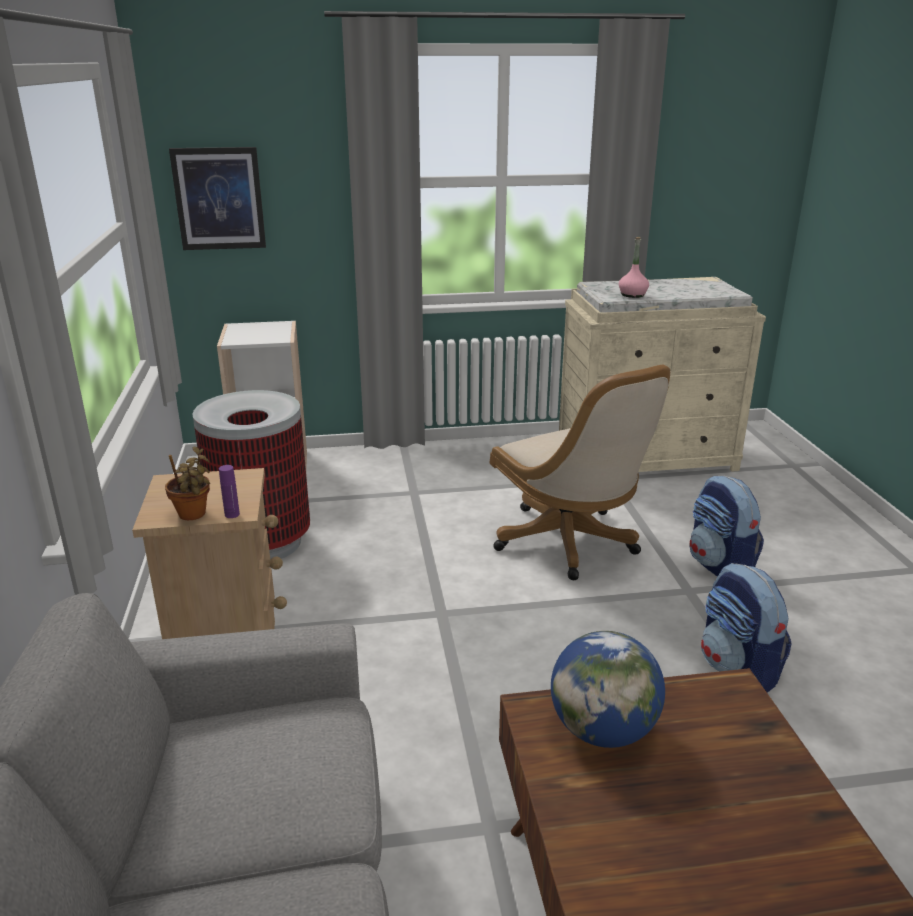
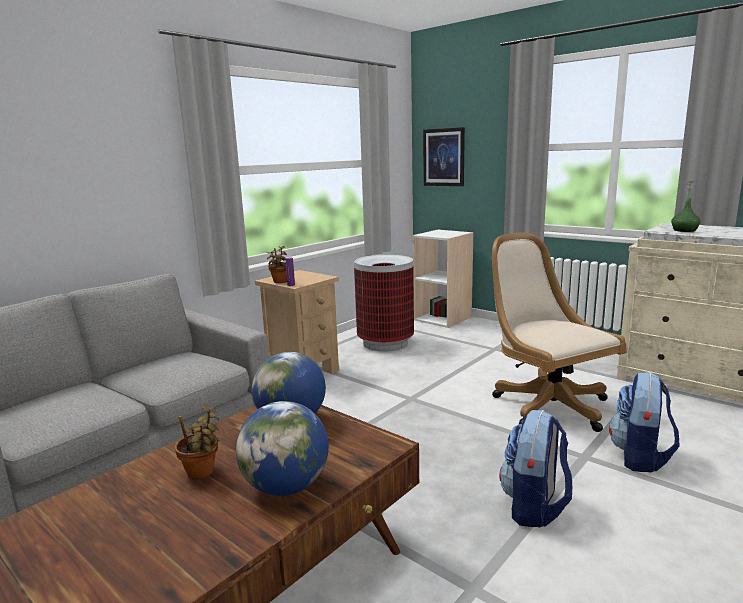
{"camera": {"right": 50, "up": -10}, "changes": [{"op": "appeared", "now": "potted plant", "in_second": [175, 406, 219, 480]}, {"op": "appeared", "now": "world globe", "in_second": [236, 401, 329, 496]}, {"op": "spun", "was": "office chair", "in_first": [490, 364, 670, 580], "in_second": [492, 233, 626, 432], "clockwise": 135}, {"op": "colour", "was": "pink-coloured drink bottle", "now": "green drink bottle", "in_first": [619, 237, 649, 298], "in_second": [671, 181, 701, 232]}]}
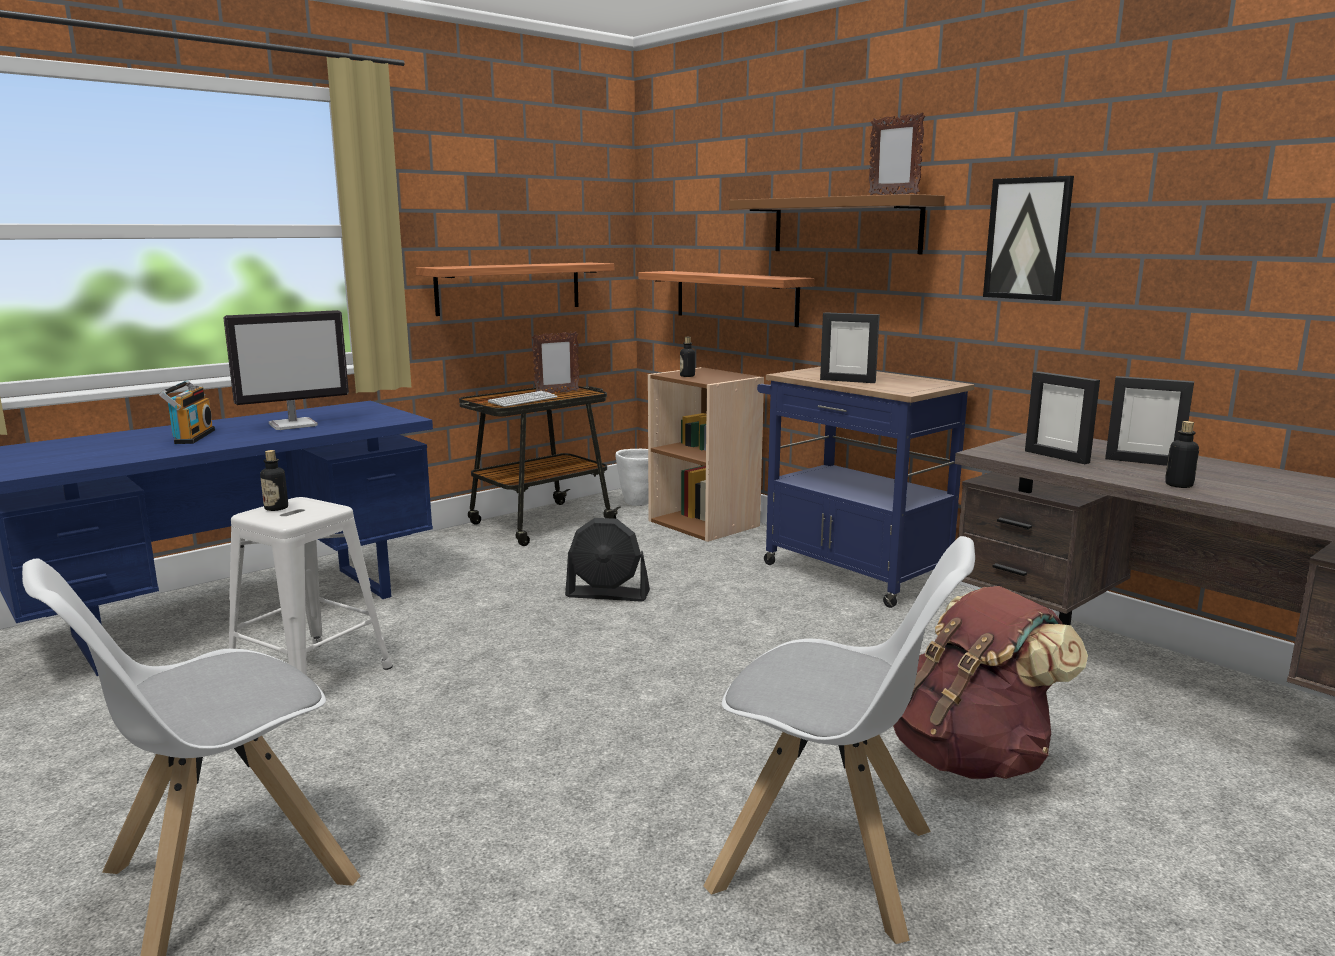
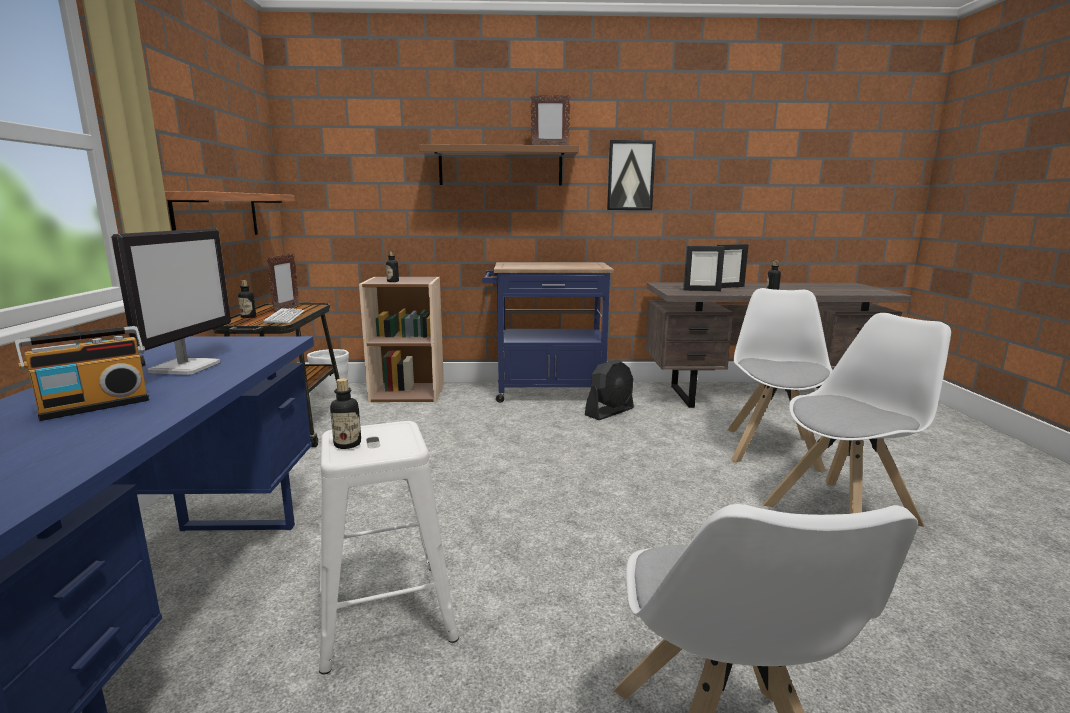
{"camera": {"right": -50, "up": 0}, "changes": [{"op": "spun", "was": "radio", "in_first": [159, 380, 215, 444], "in_second": [15, 326, 149, 421], "clockwise": 105}, {"op": "appeared", "now": "drink bottle", "in_second": [238, 280, 256, 318]}, {"op": "relocated", "was": "black cooling fan", "in_first": [565, 518, 650, 602], "in_second": [585, 359, 634, 420]}, {"op": "exchanged", "was": "brown-coloured backpack", "now": "plain chair", "in_first": [893, 586, 1088, 779], "in_second": [728, 288, 833, 473]}, {"op": "missing", "was": "wall shelf", "in_first": [638, 271, 815, 327]}, {"op": "missing", "was": "photo frame", "in_first": [820, 312, 880, 383]}]}
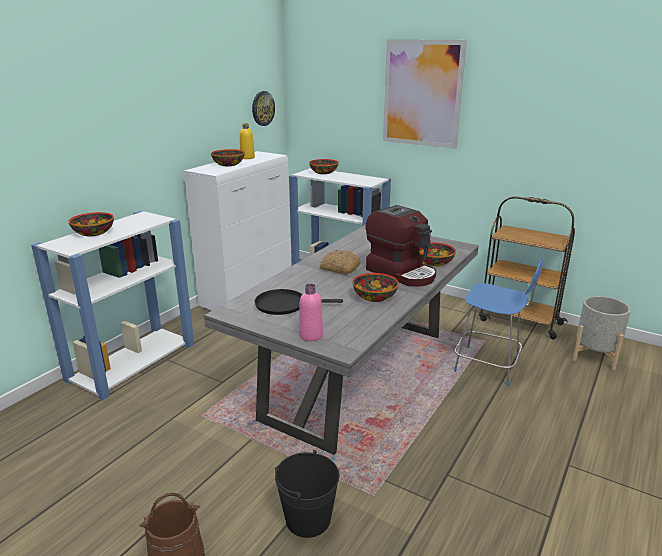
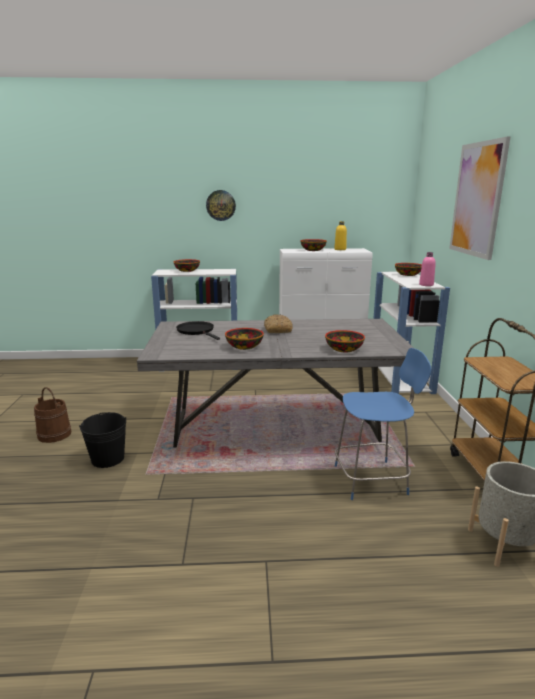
{"camera": {"right": 55, "up": -5}, "changes": [{"op": "relocated", "was": "wall clock", "in_first": [252, 91, 275, 126], "in_second": [206, 190, 236, 221]}, {"op": "spun", "was": "bluish plain chair", "in_first": [454, 254, 544, 386], "in_second": [335, 348, 431, 500], "clockwise": -90}, {"op": "relocated", "was": "pink-coloured drink bottle", "in_first": [299, 284, 323, 341], "in_second": [419, 252, 436, 286]}, {"op": "missing", "was": "coffee machine", "in_first": [366, 205, 436, 287]}]}
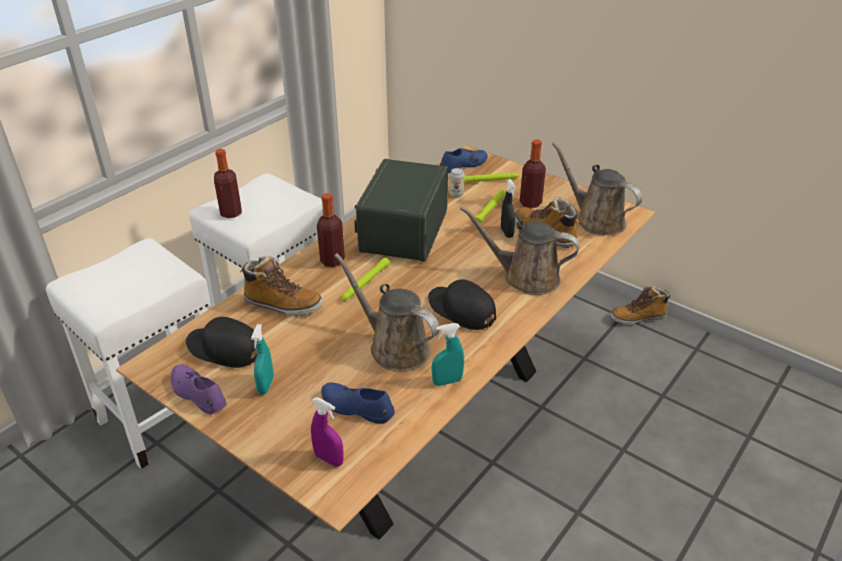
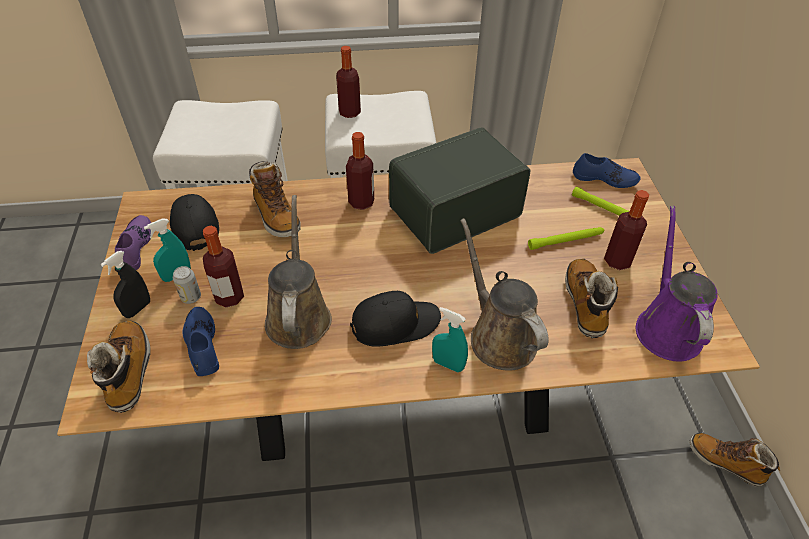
{"camera": {"right": 45, "up": 10}, "changes": [{"op": "exchanged", "was": "purple hand sprayer", "now": "high-top boot", "in_first": [311, 397, 343, 467], "in_second": [87, 321, 151, 413]}, {"op": "relocated", "was": "black hand sprayer", "in_first": [501, 179, 516, 238], "in_second": [101, 251, 150, 318]}, {"op": "relocated", "was": "metal can", "in_first": [449, 168, 465, 198], "in_second": [173, 266, 201, 304]}, {"op": "appeared", "now": "drink bottle", "in_second": [203, 225, 244, 307]}, {"op": "spun", "was": "black cap", "in_first": [428, 279, 496, 330], "in_second": [350, 291, 441, 347], "clockwise": 75}, {"op": "relocated", "was": "blue-green hand sprayer", "in_first": [432, 323, 464, 386], "in_second": [432, 307, 468, 372]}, {"op": "colour", "was": "brown-coloured watering can", "now": "purple watering can", "in_first": [552, 142, 642, 236], "in_second": [636, 206, 718, 362]}, {"op": "missing", "was": "green flashlight", "in_first": [341, 257, 390, 301]}]}
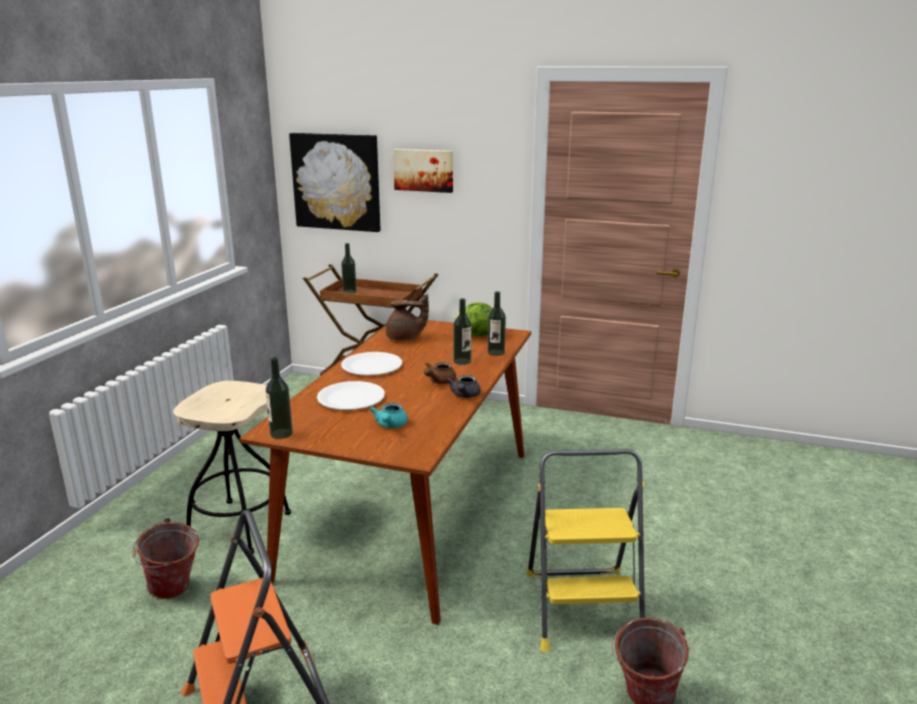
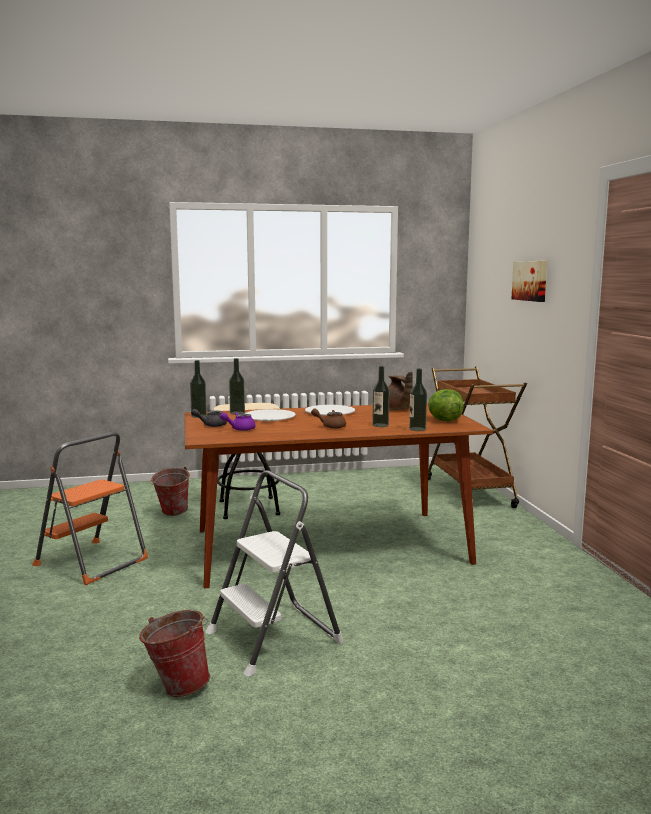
{"camera": {"right": 60, "up": -10}, "changes": [{"op": "relocated", "was": "greyish tea pot", "in_first": [446, 375, 481, 398], "in_second": [191, 409, 227, 427]}, {"op": "colour", "was": "yellow-coloured step stool", "now": "whitish step stool", "in_first": [527, 449, 645, 652], "in_second": [205, 470, 343, 677]}, {"op": "colour", "was": "blue-green tea pot", "now": "purple tea pot", "in_first": [370, 403, 408, 428], "in_second": [220, 412, 256, 431]}, {"op": "relocated", "was": "drink bottle", "in_first": [341, 243, 357, 293], "in_second": [229, 358, 245, 415]}, {"op": "missing", "was": "wall art", "in_first": [289, 133, 381, 232]}]}
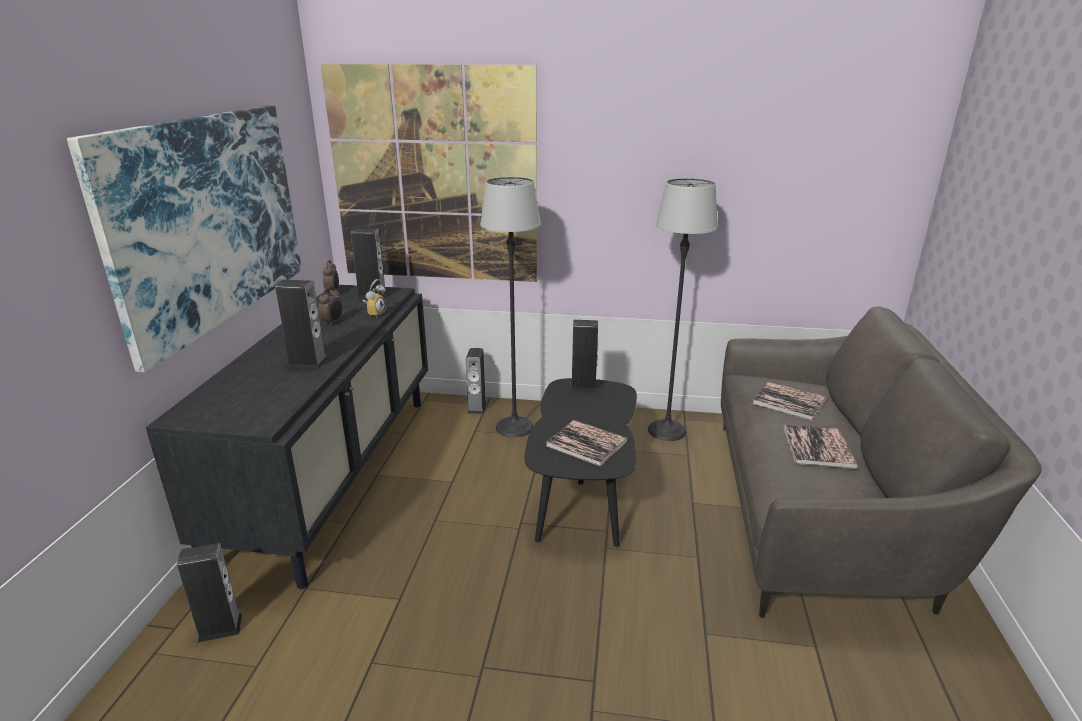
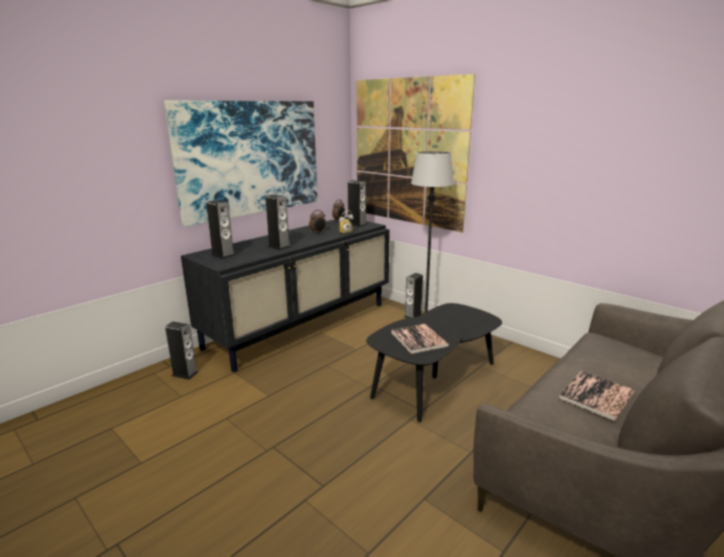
{"camera": {"right": 35, "up": -5}, "changes": [{"op": "relocated", "was": "speaker", "in_first": [570, 320, 598, 391], "in_second": [206, 200, 235, 259]}, {"op": "missing", "was": "standard lamp", "in_first": [648, 178, 718, 441]}, {"op": "missing", "was": "book", "in_first": [752, 382, 826, 421]}]}
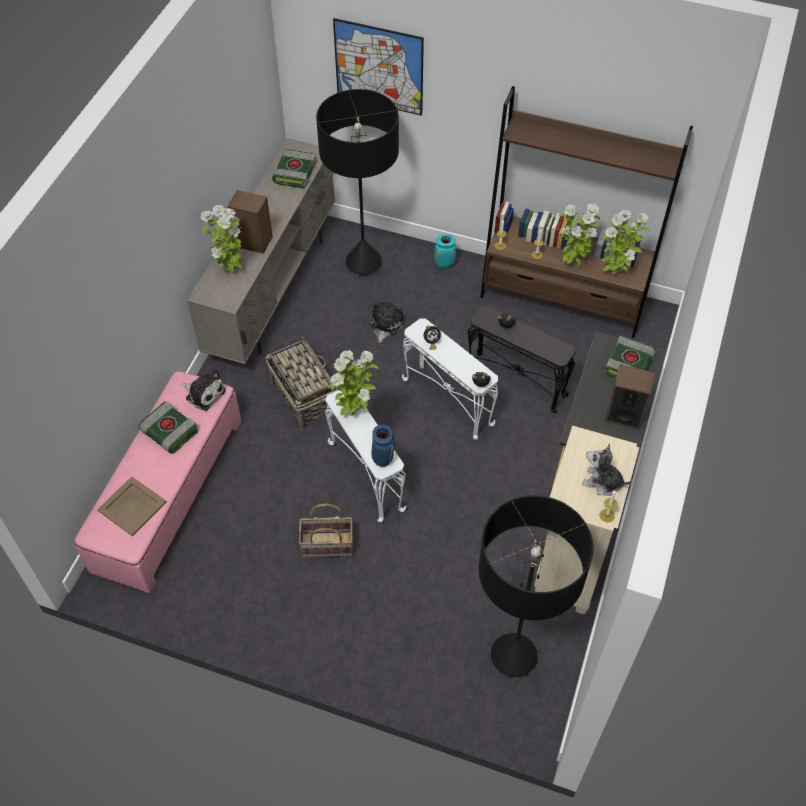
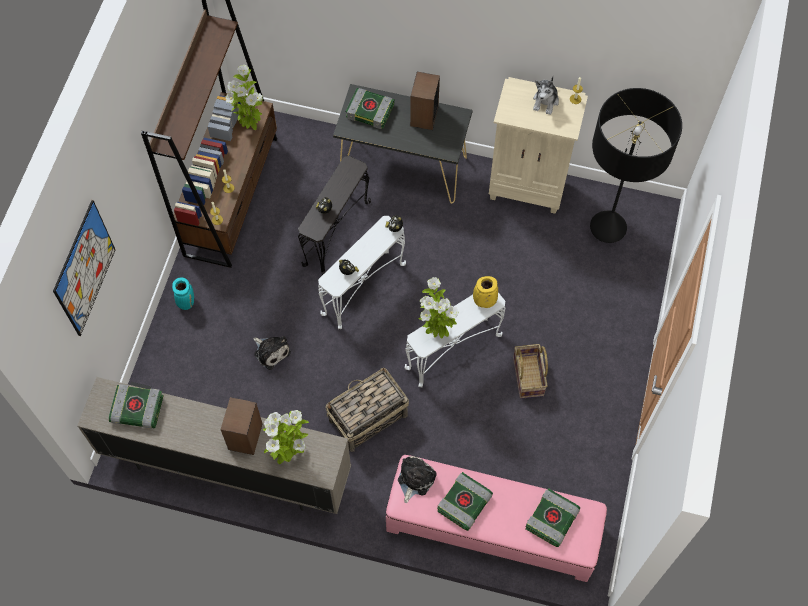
{"camera": {"right": -95, "up": 10}, "changes": [{"op": "spun", "was": "soft toy", "in_first": [370, 302, 404, 343], "in_second": [253, 336, 291, 370], "clockwise": -150}, {"op": "colour", "was": "bluish decorative vase", "now": "yellow-coloured decorative vase", "in_first": [371, 425, 395, 467], "in_second": [473, 276, 498, 308]}, {"op": "exchanged", "was": "beige-coloured serving tray", "now": "book", "in_first": [97, 476, 167, 536], "in_second": [526, 488, 580, 547]}, {"op": "missing", "was": "black standard lamp", "in_first": [316, 89, 399, 275]}, {"op": "missing", "was": "potted plant", "in_first": [558, 204, 600, 268]}]}
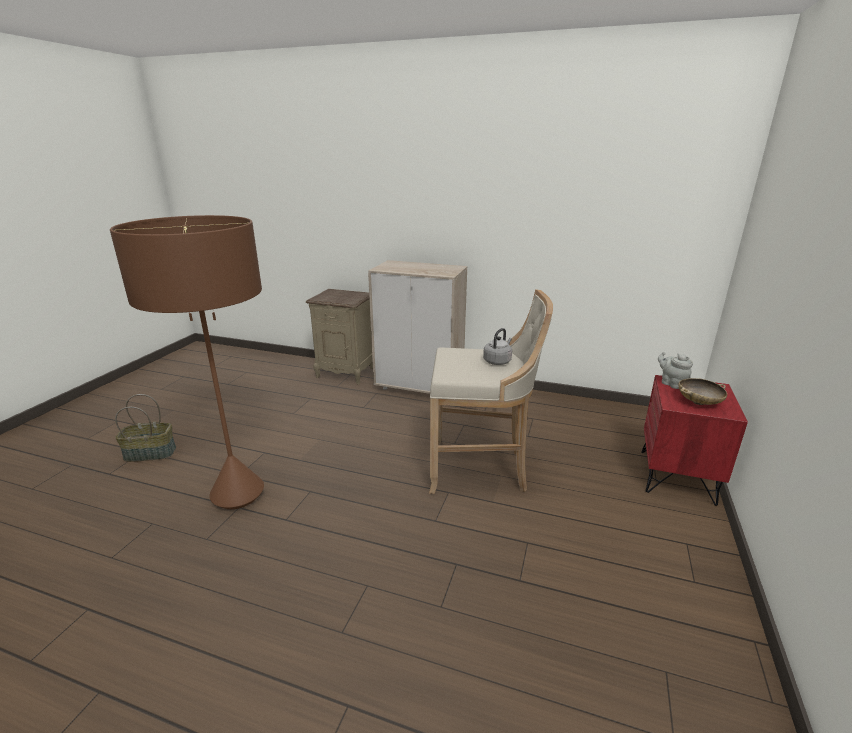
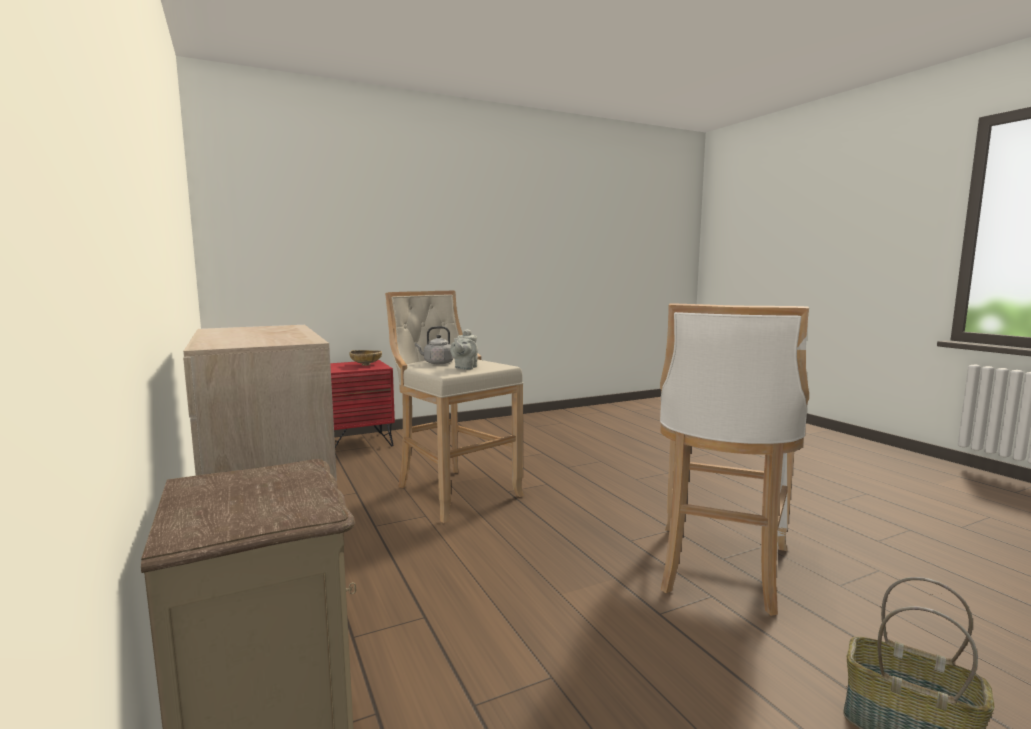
{"camera": {"right": -135, "up": -15}, "changes": [{"op": "relocated", "was": "greyish tea pot", "in_first": [658, 352, 693, 389], "in_second": [450, 329, 478, 370]}, {"op": "exchanged", "was": "brown-coloured standard lamp", "now": "whitish stool seat", "in_first": [110, 215, 264, 509], "in_second": [660, 304, 809, 616]}]}
